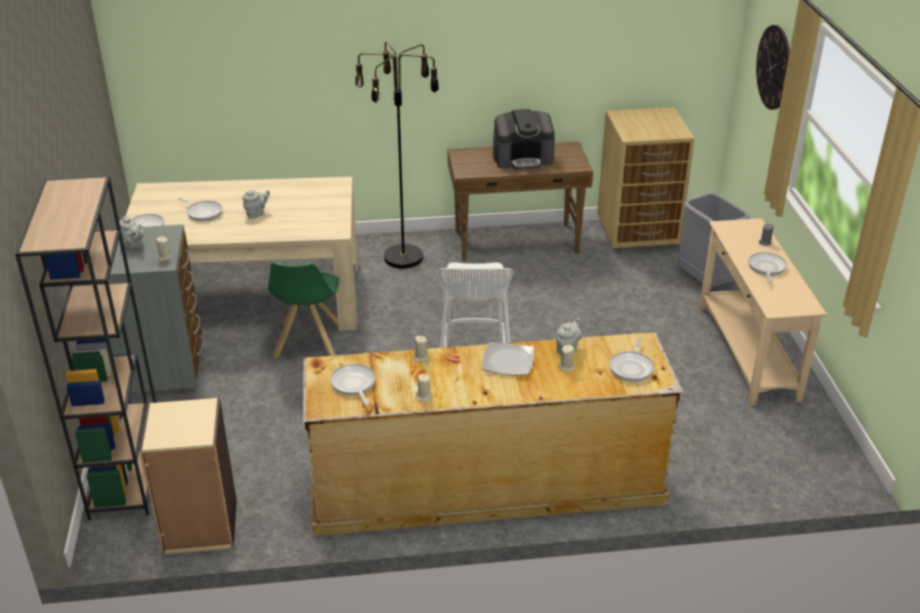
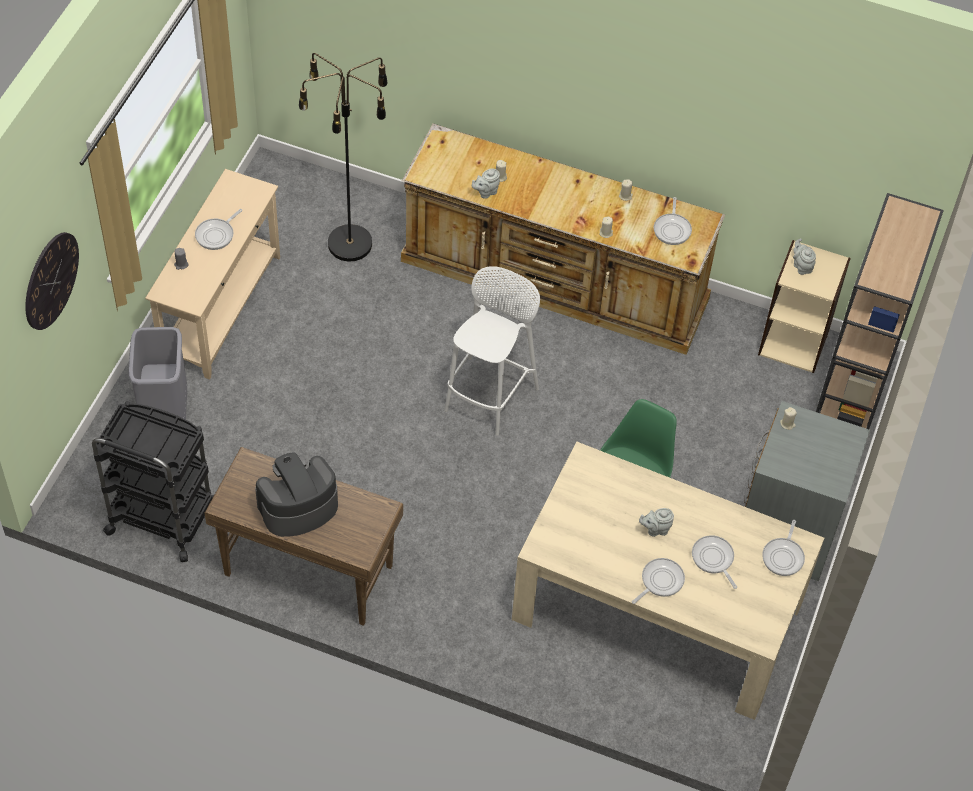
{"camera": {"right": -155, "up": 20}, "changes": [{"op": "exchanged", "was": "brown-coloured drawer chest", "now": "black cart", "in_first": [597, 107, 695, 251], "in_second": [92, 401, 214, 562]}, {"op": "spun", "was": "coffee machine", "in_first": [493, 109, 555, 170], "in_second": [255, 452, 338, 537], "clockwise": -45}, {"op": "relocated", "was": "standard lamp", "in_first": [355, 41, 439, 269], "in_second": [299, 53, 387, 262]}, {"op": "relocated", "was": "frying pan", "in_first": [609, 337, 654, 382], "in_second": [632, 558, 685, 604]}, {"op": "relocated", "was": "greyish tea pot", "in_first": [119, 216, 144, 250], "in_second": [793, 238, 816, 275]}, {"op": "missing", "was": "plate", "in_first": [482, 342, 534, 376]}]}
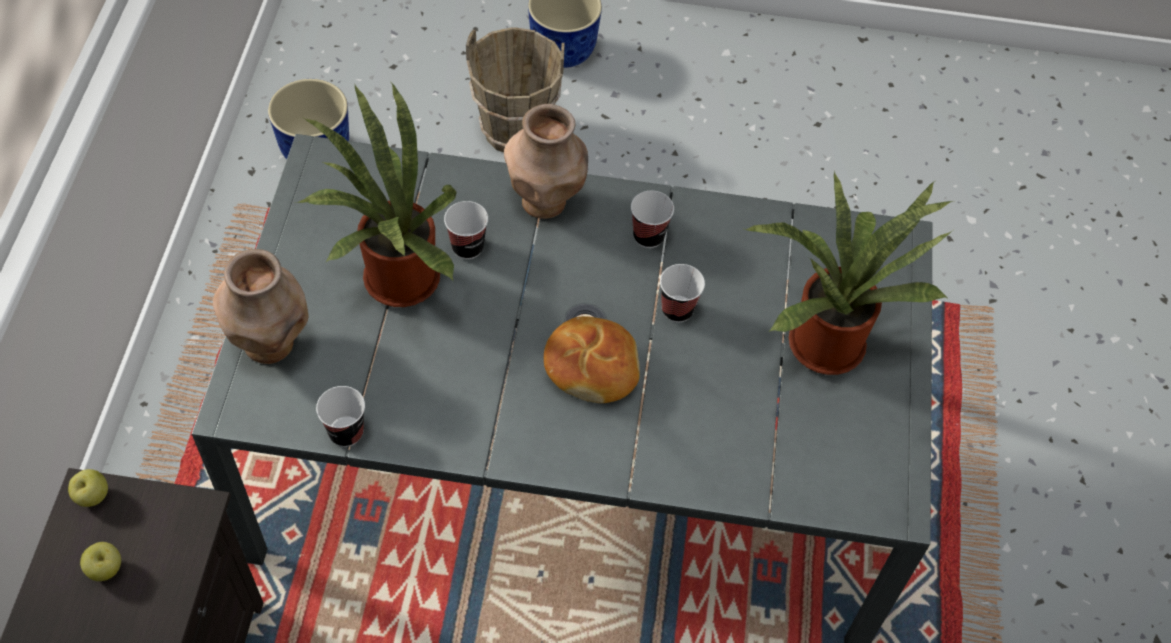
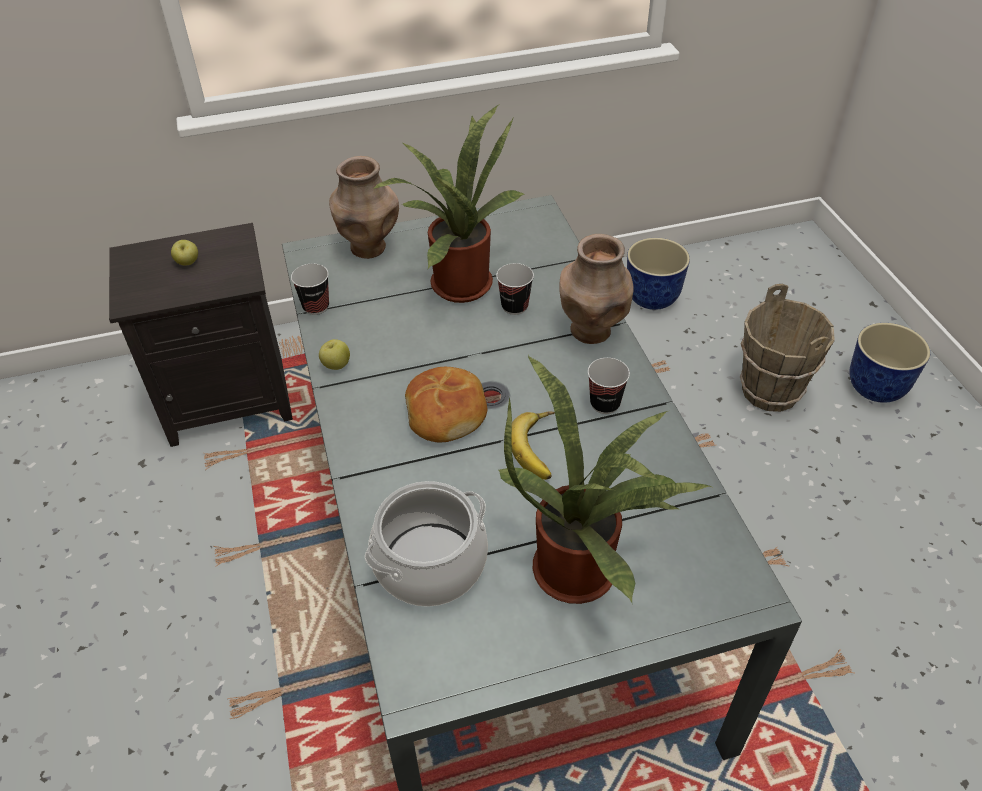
{"camera": {"right": 70, "up": -10}, "changes": [{"op": "relocated", "was": "apple fruit", "in_first": [68, 469, 108, 507], "in_second": [319, 339, 350, 370]}, {"op": "appeared", "now": "cooking pot", "in_second": [365, 481, 488, 607]}, {"op": "exchanged", "was": "drinking cup", "now": "banana", "in_first": [660, 264, 705, 322], "in_second": [511, 411, 555, 480]}]}
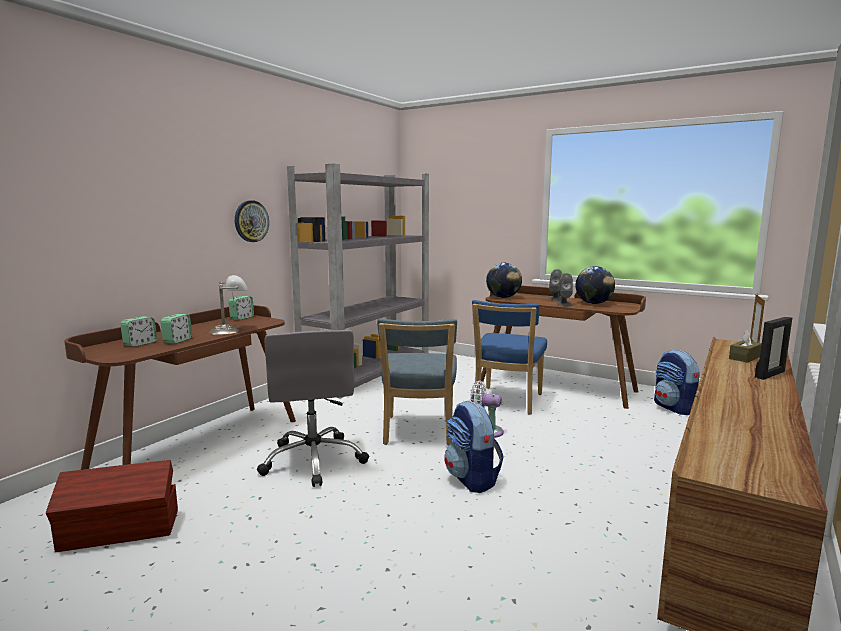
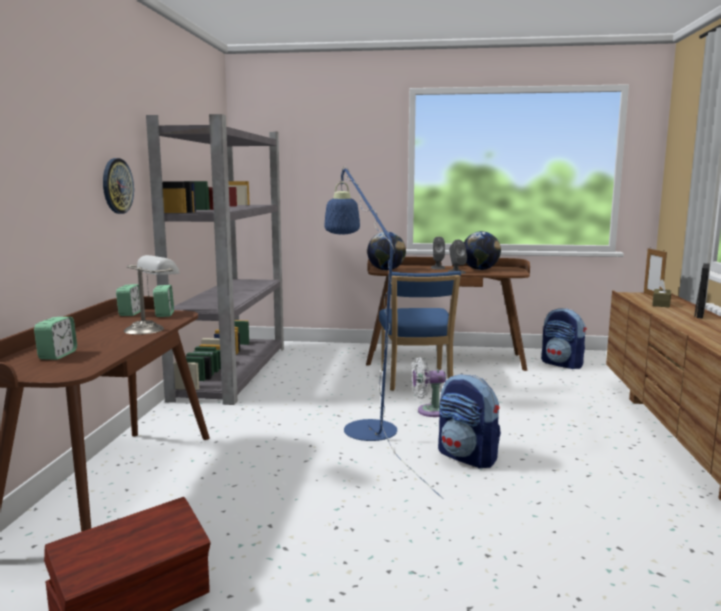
{"camera": {"right": -25, "up": 0}, "changes": [{"op": "relocated", "was": "alarm clock", "in_first": [160, 314, 192, 344], "in_second": [153, 285, 174, 317]}, {"op": "exchanged", "was": "bluish plain chair", "now": "bluish standard lamp", "in_first": [377, 318, 457, 446], "in_second": [324, 166, 443, 499]}, {"op": "missing", "was": "greyish office chair", "in_first": [257, 330, 369, 487]}]}
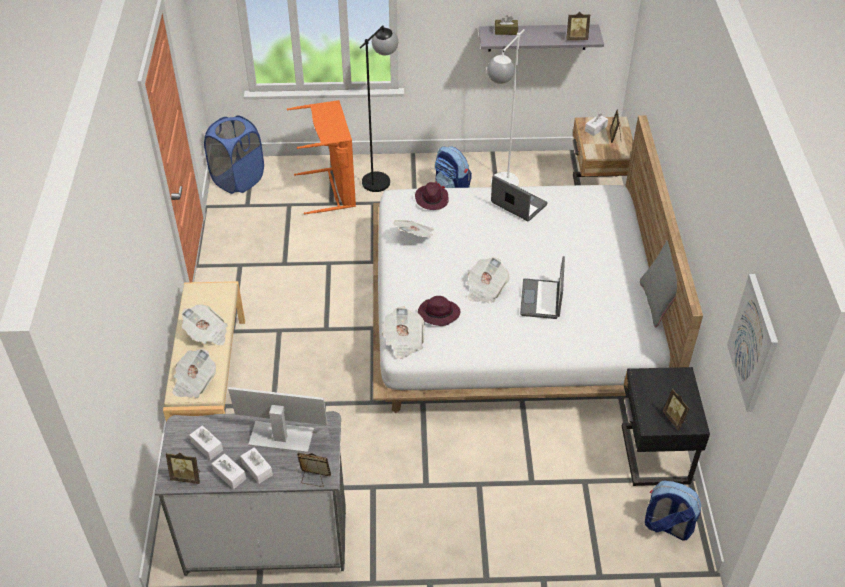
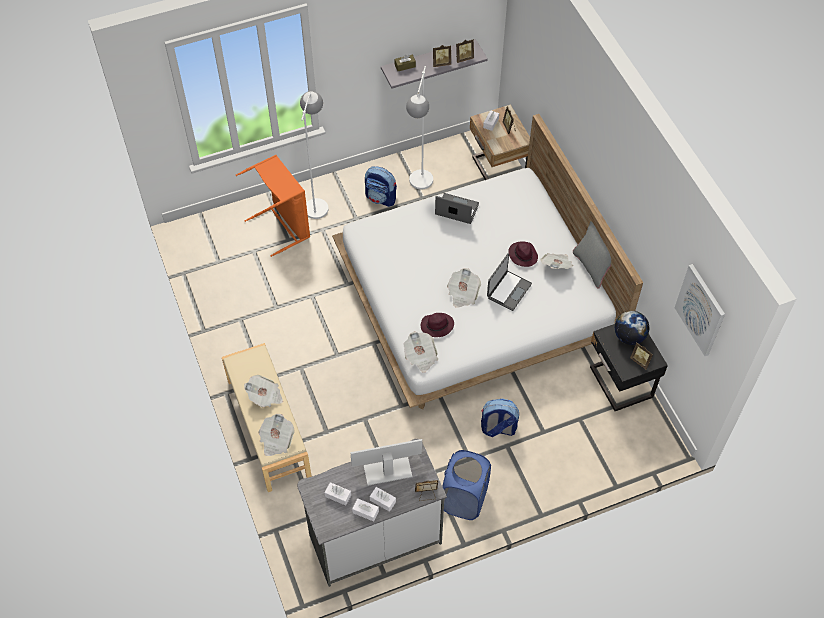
{"camera": {"right": -20, "up": 10}, "changes": [{"op": "colour", "was": "black standard lamp", "now": "whitish standard lamp", "in_first": [360, 25, 398, 192], "in_second": [300, 91, 329, 219]}, {"op": "relocated", "was": "photo frame", "in_first": [166, 452, 200, 484], "in_second": [433, 45, 451, 67]}, {"op": "relocated", "was": "bluish washing basket", "in_first": [204, 115, 264, 194], "in_second": [442, 450, 491, 520]}, {"op": "relocated", "was": "backpack", "in_first": [645, 481, 701, 541], "in_second": [481, 399, 519, 437]}, {"op": "spun", "was": "laptop", "in_first": [520, 256, 565, 319], "in_second": [487, 253, 532, 311], "clockwise": -135}, {"op": "relocated", "was": "purple hat", "in_first": [415, 182, 449, 210], "in_second": [508, 241, 538, 267]}, {"op": "relocated", "was": "daily paper", "in_first": [393, 220, 434, 238], "in_second": [540, 253, 573, 269]}, {"op": "appeared", "now": "world globe", "in_second": [615, 311, 649, 345]}]}
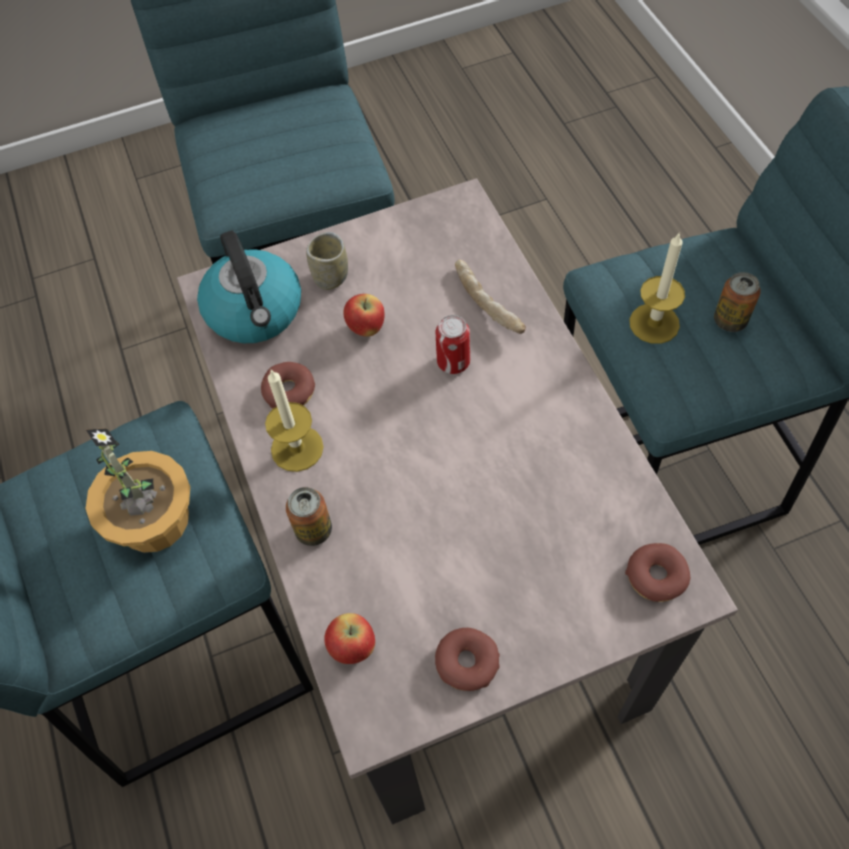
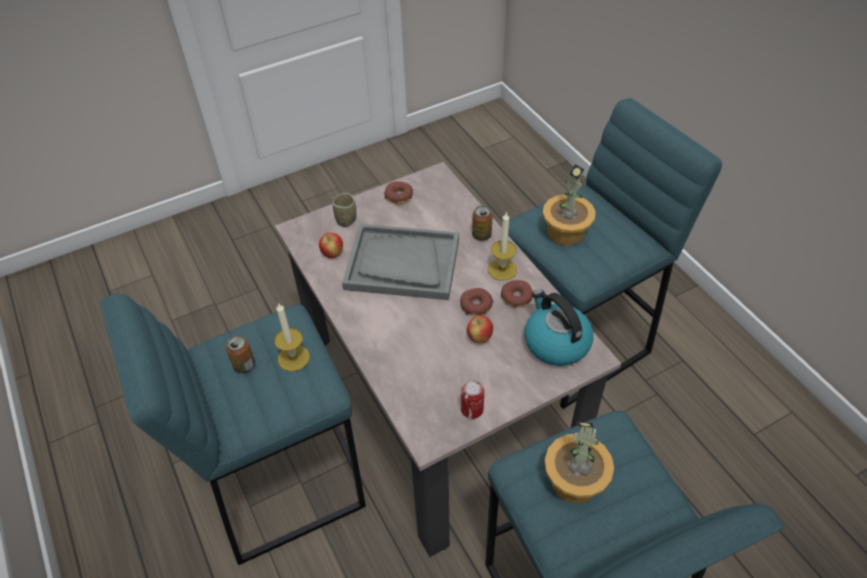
{"camera": {"right": 170, "up": -10}, "changes": [{"op": "relocated", "was": "apple fruit", "in_first": [324, 613, 375, 664], "in_second": [319, 233, 343, 258]}, {"op": "relocated", "was": "drinking cup", "in_first": [306, 232, 348, 290], "in_second": [333, 193, 357, 227]}, {"op": "appeared", "now": "greyish serving tray", "in_second": [342, 224, 459, 300]}, {"op": "relocated", "was": "donut", "in_first": [625, 543, 690, 602], "in_second": [460, 288, 493, 316]}, {"op": "relocated", "was": "metal can", "in_first": [436, 315, 470, 374], "in_second": [461, 380, 484, 419]}, {"op": "appeared", "now": "potted plant", "in_second": [544, 421, 614, 504]}, {"op": "missing", "was": "bread", "in_first": [455, 260, 526, 334]}]}
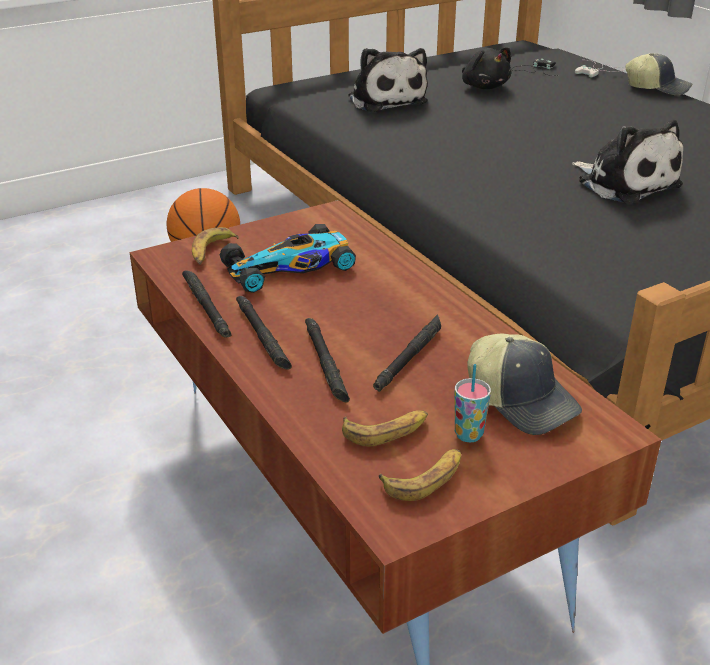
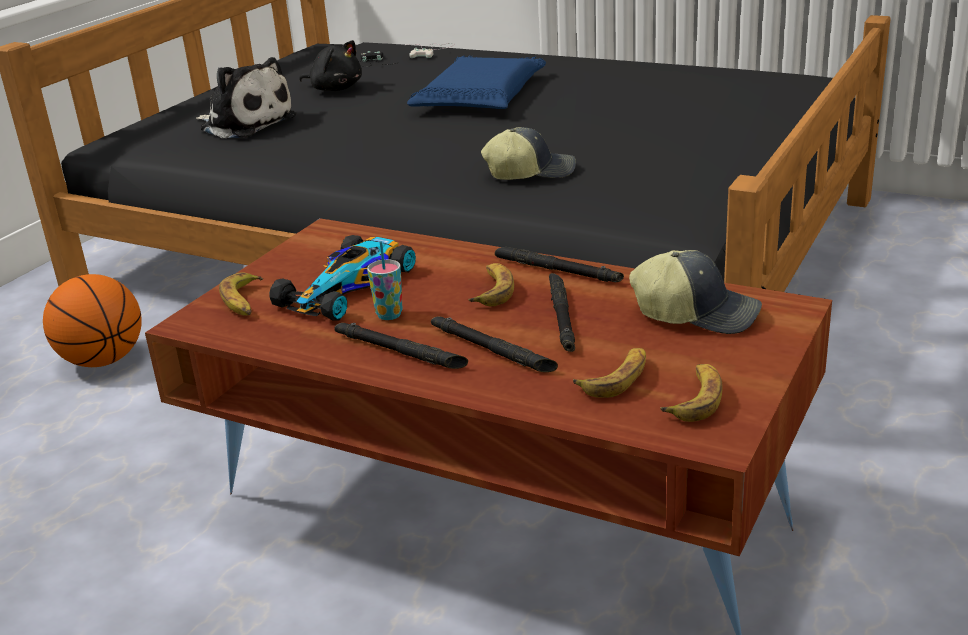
{"camera": {"right": -30, "up": -5}, "changes": [{"op": "relocated", "was": "drinking cup", "in_first": [455, 364, 491, 442], "in_second": [367, 241, 403, 320]}, {"op": "appeared", "now": "bluish cushion", "in_second": [407, 55, 546, 109]}, {"op": "appeared", "now": "banana", "in_second": [468, 263, 514, 306]}, {"op": "relocated", "was": "cap", "in_first": [625, 53, 692, 95], "in_second": [481, 127, 576, 180]}, {"op": "relocated", "was": "black flashlight", "in_first": [182, 270, 232, 337], "in_second": [495, 247, 624, 282]}, {"op": "missing", "was": "soft toy", "in_first": [572, 120, 683, 204]}]}
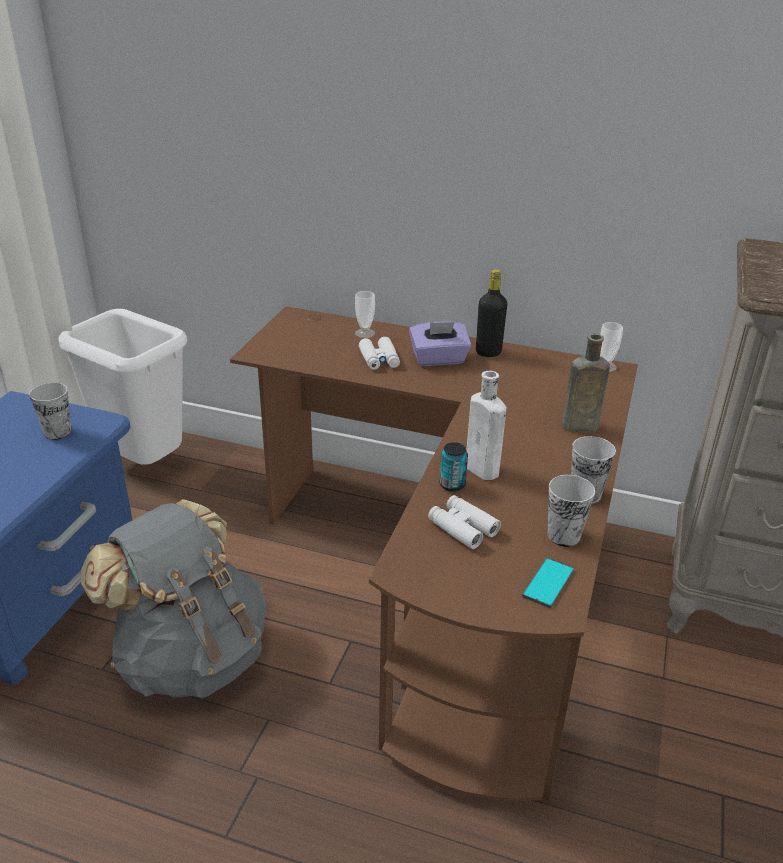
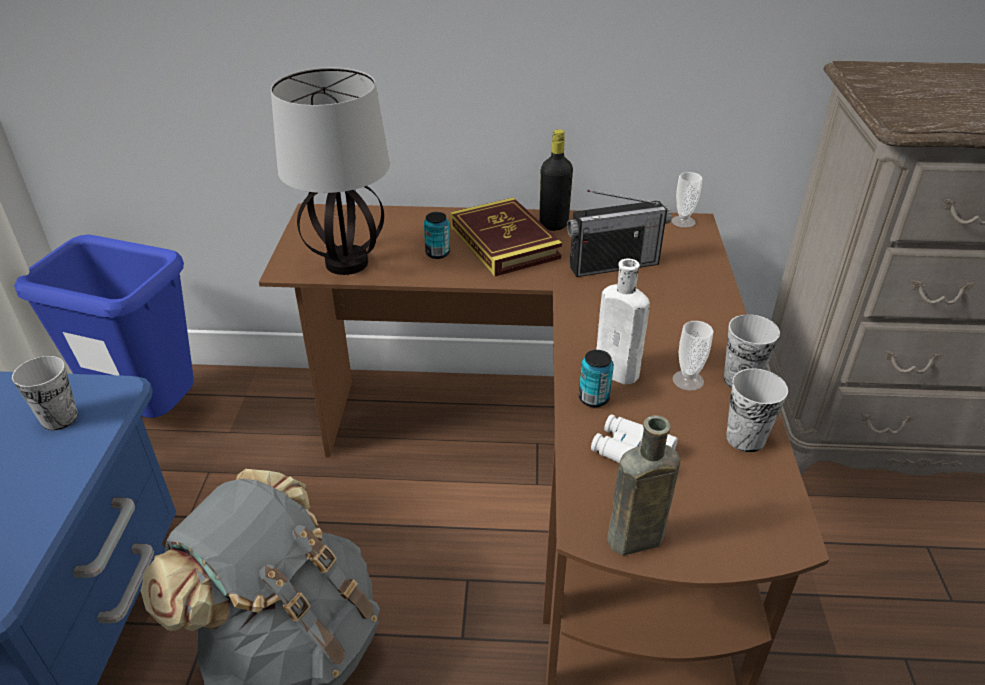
{"camera": {"right": -15, "up": 5}, "changes": [{"op": "colour", "was": "whitish trash can", "now": "bluish trash can", "in_first": [58, 309, 187, 465], "in_second": [14, 235, 194, 418]}, {"op": "appeared", "now": "tabletop lamp", "in_second": [271, 68, 390, 275]}, {"op": "exchanged", "was": "whitish binoculars", "now": "metal can", "in_first": [359, 337, 400, 370], "in_second": [424, 212, 450, 259]}, {"op": "exchanged", "was": "purple tissue box", "now": "book", "in_first": [409, 321, 471, 366], "in_second": [450, 197, 562, 276]}, {"op": "appeared", "now": "radio", "in_second": [567, 190, 672, 277]}, {"op": "relocated", "was": "brown-coloured drink bottle", "in_first": [562, 334, 610, 432], "in_second": [607, 415, 680, 556]}, {"op": "relocated", "was": "drinking cup", "in_first": [355, 291, 375, 338], "in_second": [673, 321, 714, 391]}, {"op": "missing", "was": "phone", "in_first": [522, 557, 575, 608]}]}
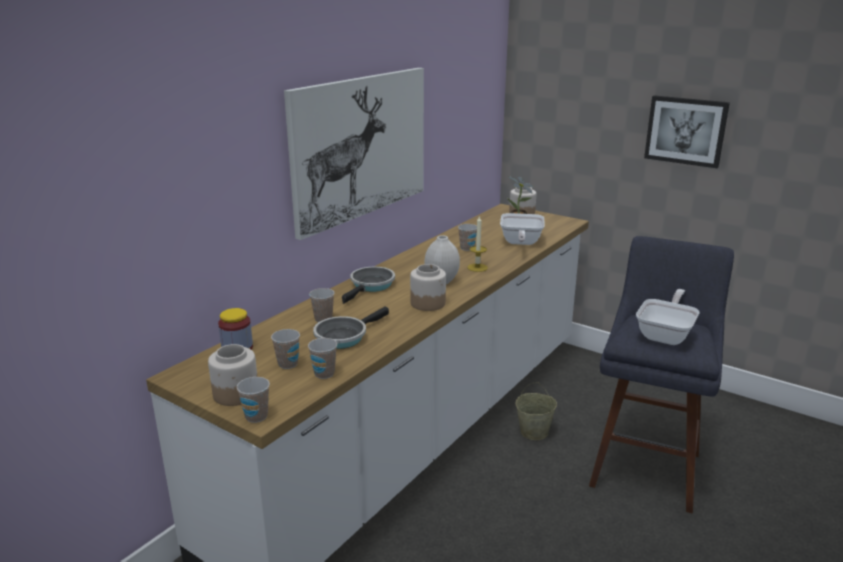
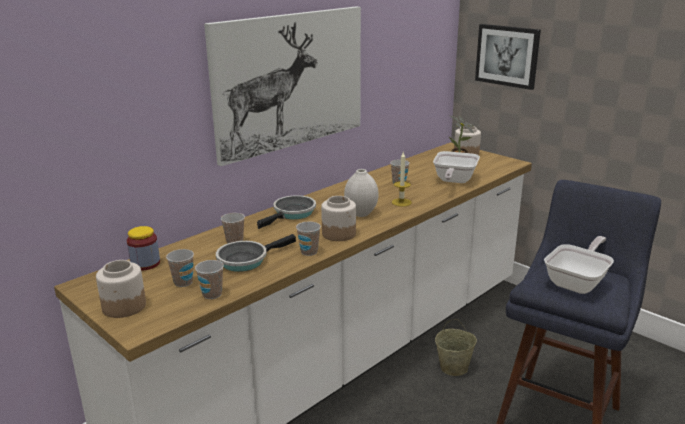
{"camera": {"right": 10, "up": 0}, "changes": [{"op": "relocated", "was": "drinking cup", "in_first": [237, 377, 270, 423], "in_second": [296, 221, 321, 256]}, {"op": "relocated", "was": "wall art", "in_first": [644, 95, 730, 168], "in_second": [475, 24, 541, 90]}]}
